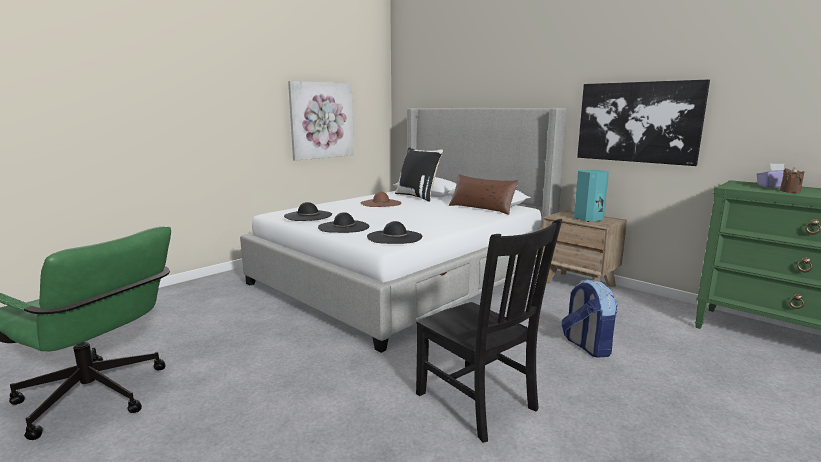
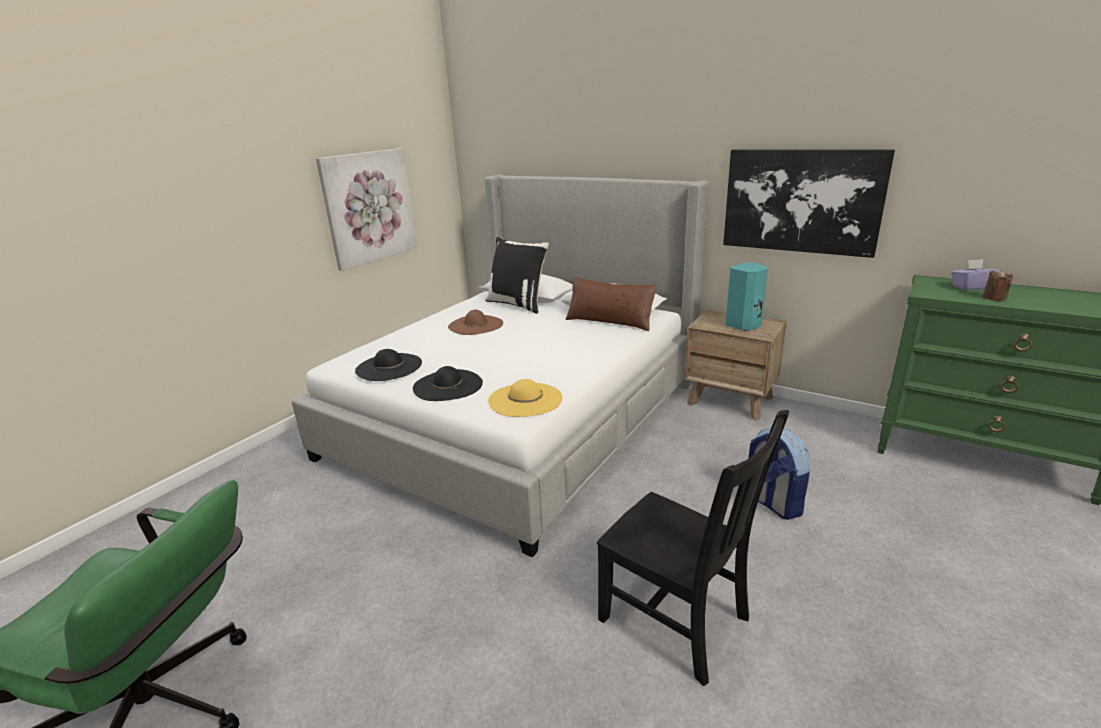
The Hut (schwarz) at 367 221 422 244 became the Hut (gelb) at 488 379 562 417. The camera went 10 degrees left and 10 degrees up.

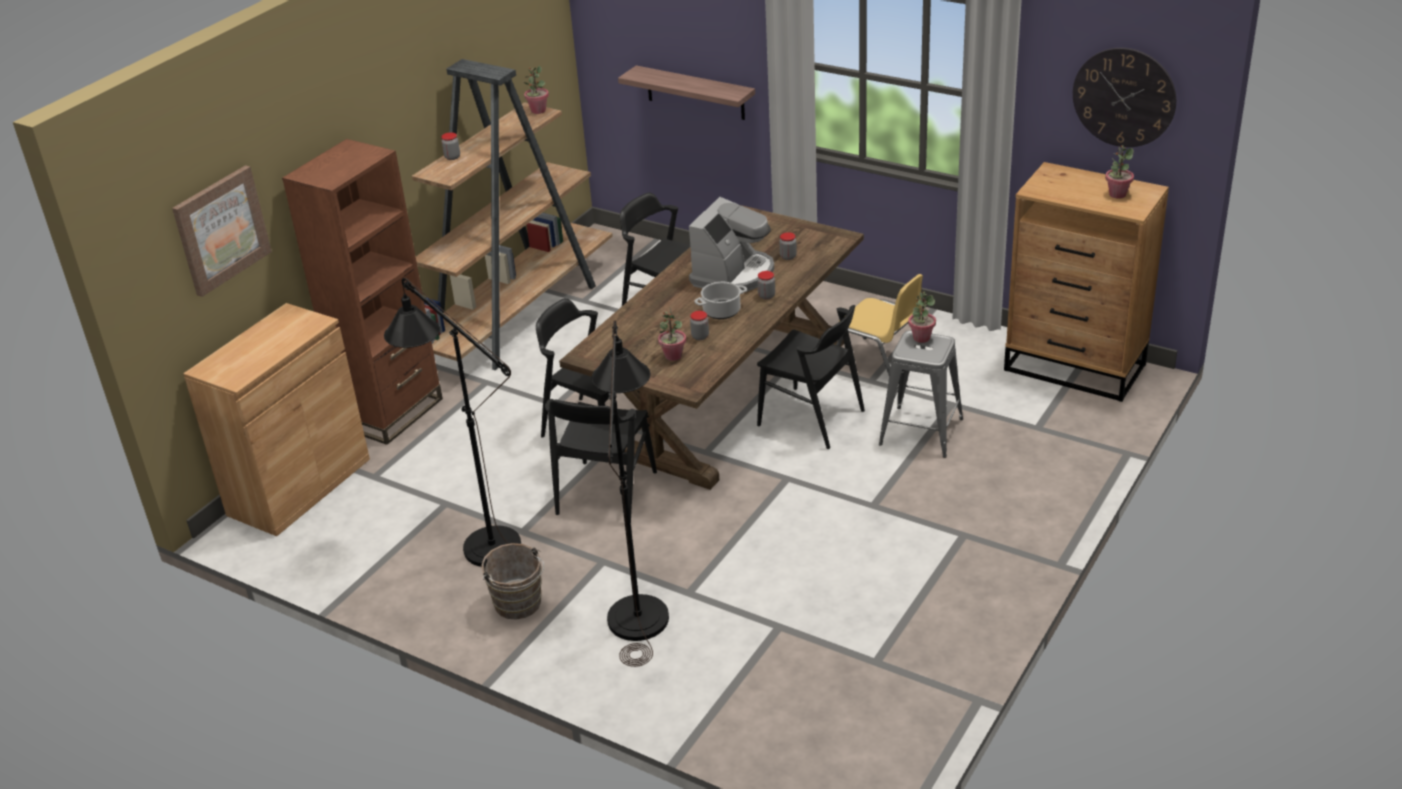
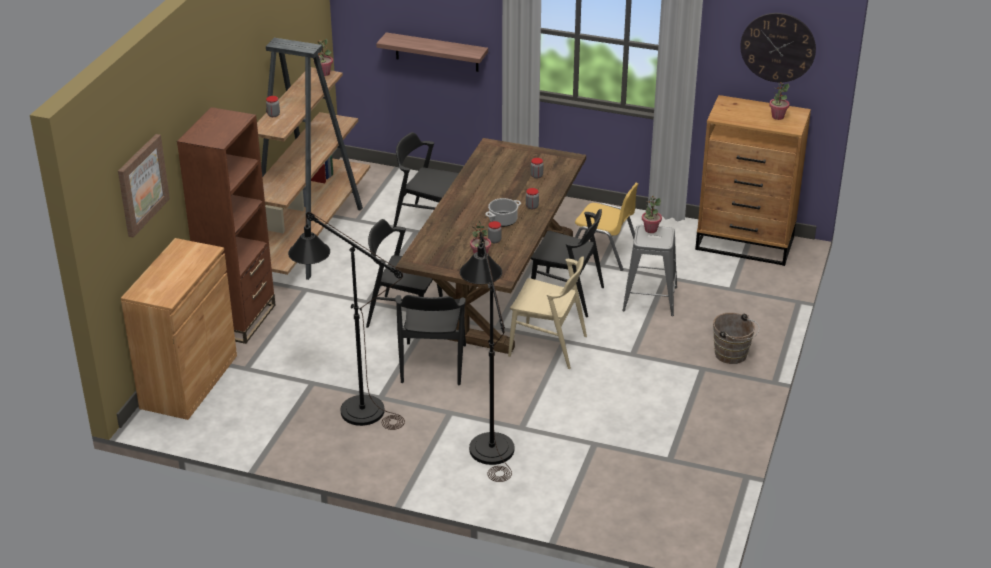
The Eimer (braun) moved from 481 543 544 619 to 713 313 760 364. The Kaffeemaschine at 689 197 774 292 disappeared. The Stuhl (beige) at 508 257 587 369 appeared. The camera went 15 degrees left and 0 degrees up.

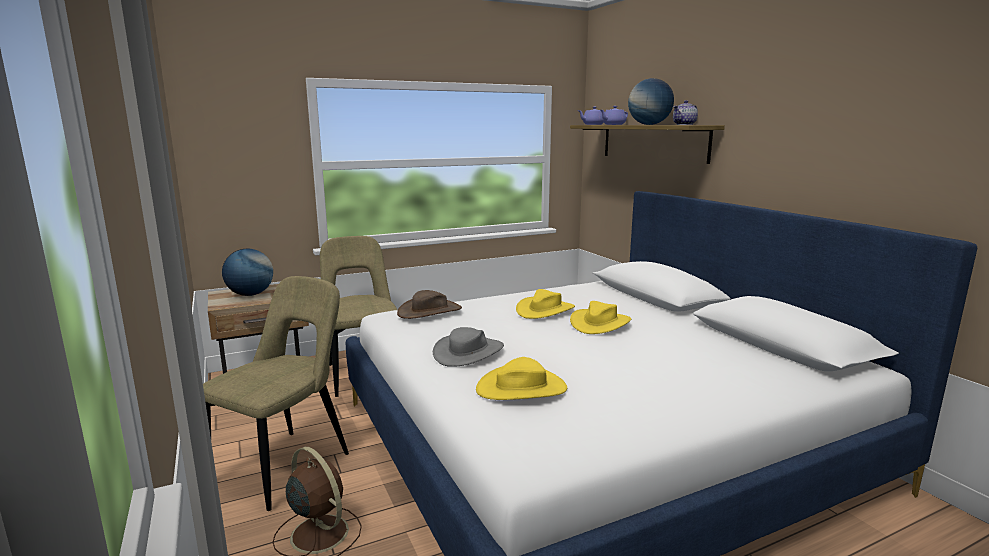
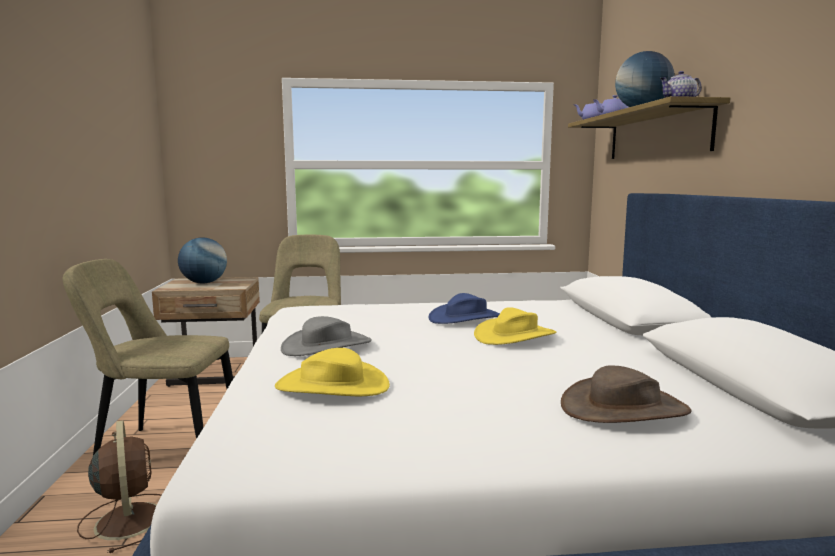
The Stuhl (beige) at 203 276 349 511 turned 135 degrees counterclockwise. The Hut (braun) moved from 397 290 462 319 to 561 366 692 423. The Hut (gelb) at 516 289 575 319 became the Hut (blau) at 428 293 500 324. The camera went 20 degrees right and 5 degrees down.

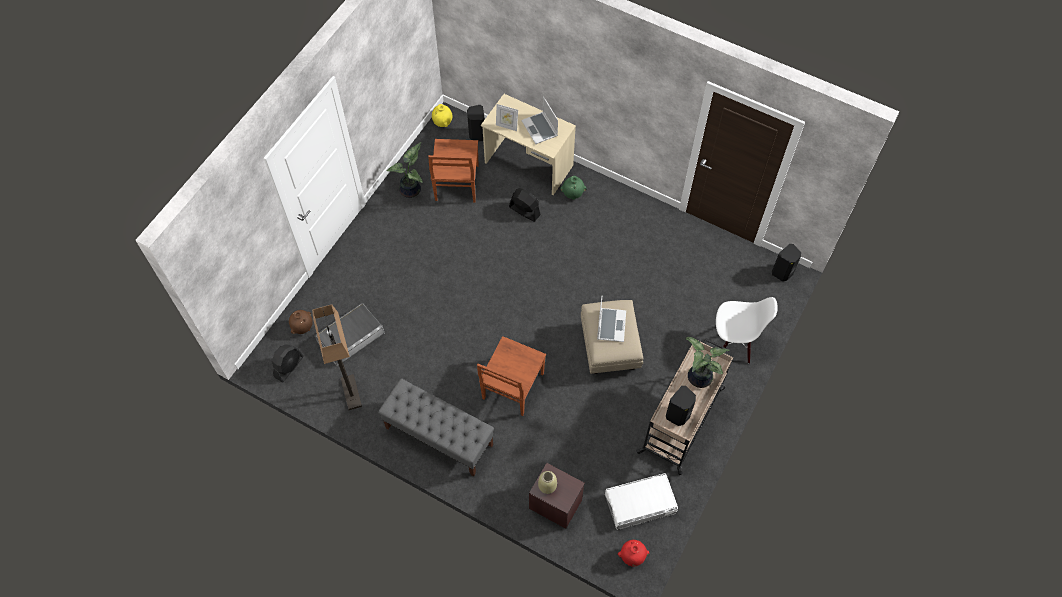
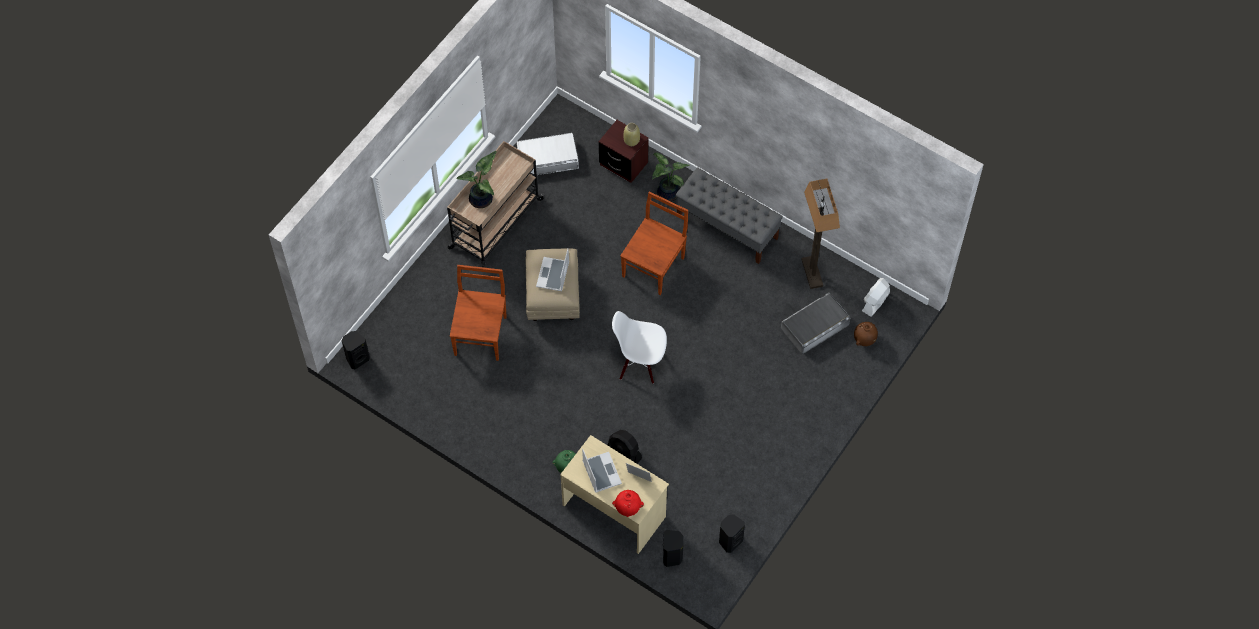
The Ventilator (schwarz) at 272 344 304 383 became the Ventilator (weiß) at 862 278 890 317. The Topfpflanze moved from 387 142 423 198 to 652 153 690 201. The Stuhl (braun) moved from 428 139 479 202 to 450 265 507 361. The Vase (gelb) at 432 104 452 127 disappeared. The Vase (rot) moved from 618 540 649 567 to 612 490 644 517. The Lautsprecher (schwarz) moved from 666 386 696 426 to 719 514 745 553. The Stuhl (weiß) moved from 716 297 778 363 to 612 311 667 384. The camera went 175 degrees left and 0 degrees up.

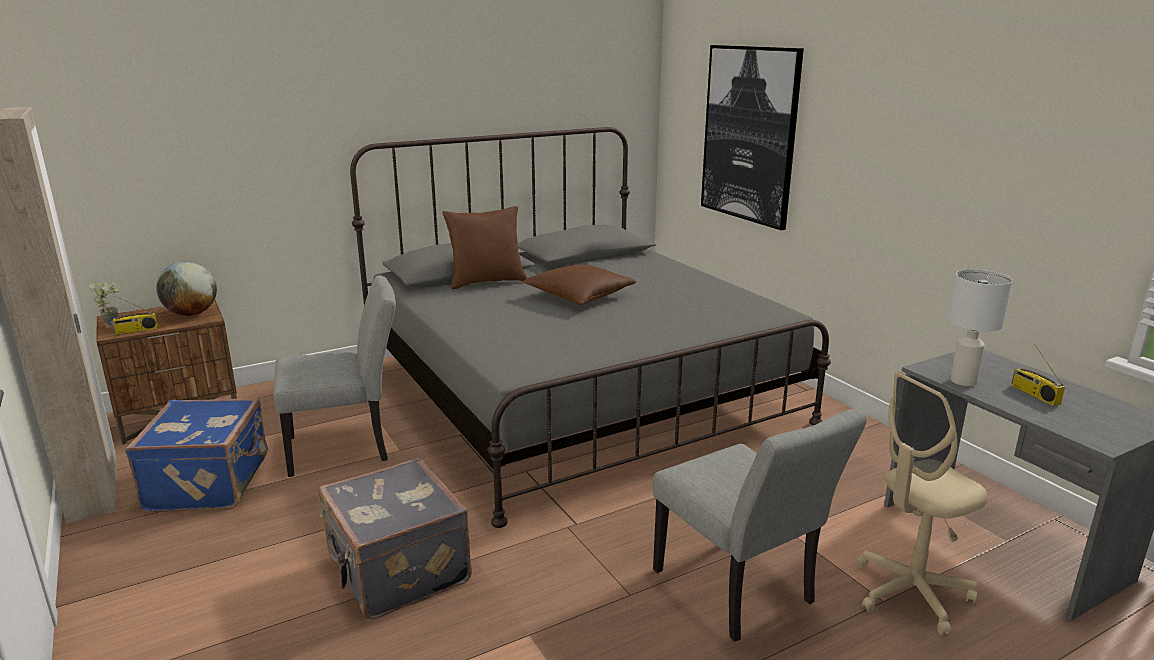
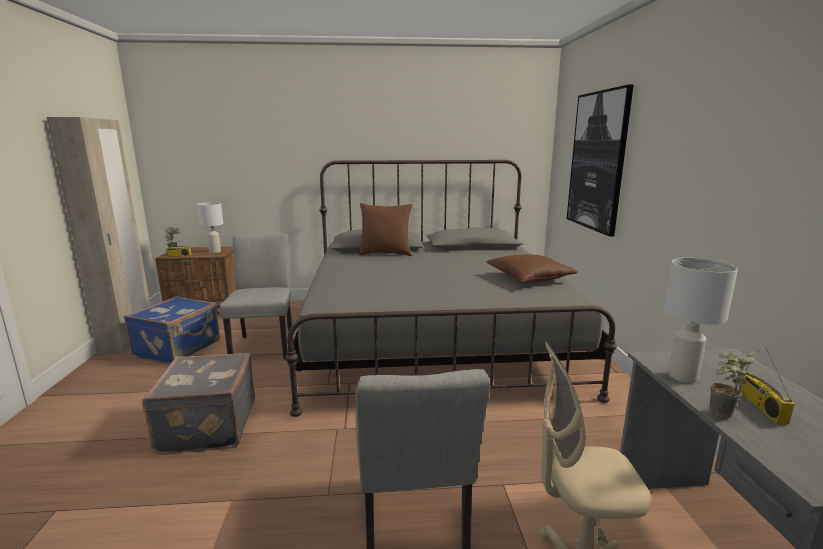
The Globus at 156 261 217 316 was replaced by the Tischlampe (weiß) at 197 202 224 253. The Stuhl (grau) at 274 275 396 477 turned 105 degrees counterclockwise. The Kissen (braun) moved from 523 265 636 305 to 486 254 578 283. The Topfpflanze at 709 350 759 419 appeared. The camera went 25 degrees right and 5 degrees down.

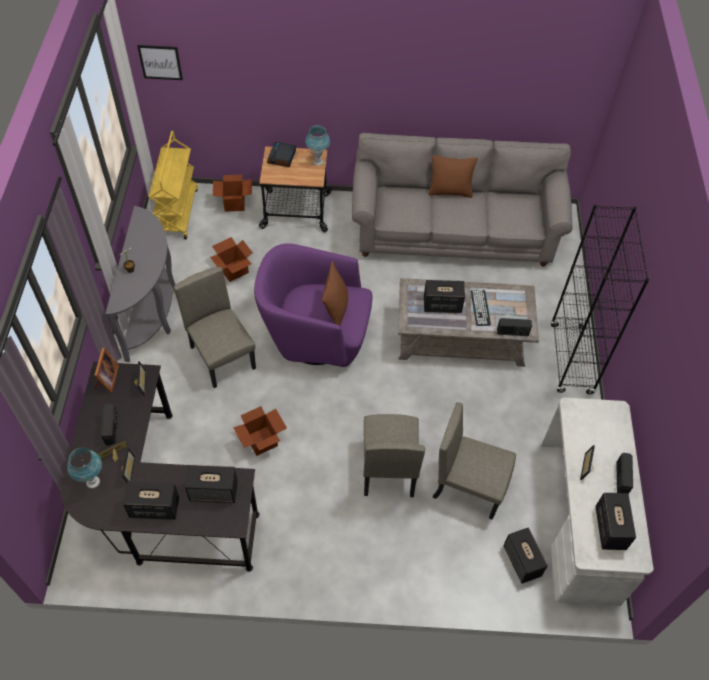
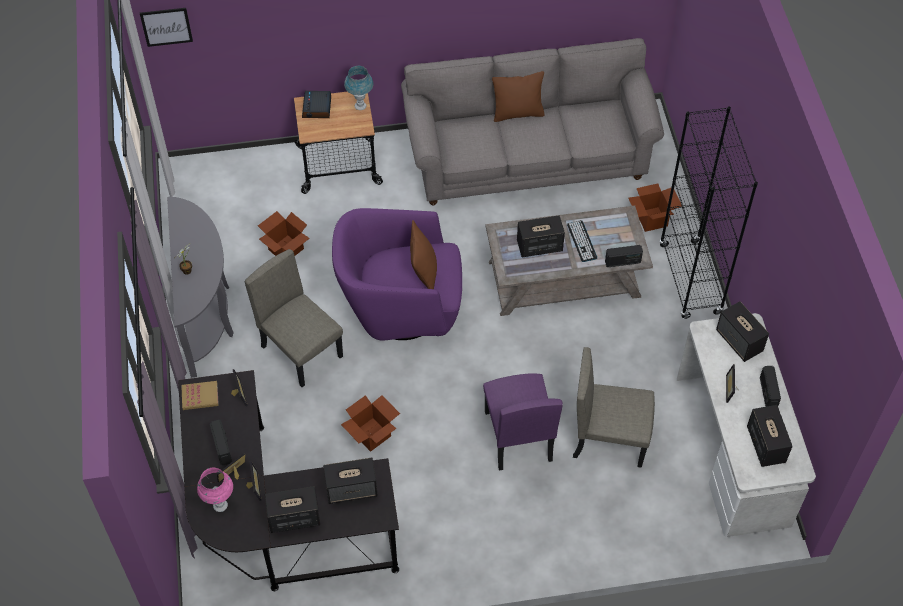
The Tischlampe (blau) at 67 448 102 488 became the Tischlampe (rosa) at 197 468 233 512. The Bilderrahmen at 94 348 119 393 was replaced by the Buch at 181 381 219 410. The Rollwagen (gelb) at 149 131 198 239 disappeared. The Karton moved from 213 175 252 212 to 628 183 682 232. The Stuhl (beige) at 363 414 425 497 became the Stuhl (lila) at 483 373 563 470. The Lautsprecher moved from 503 527 548 583 to 716 301 769 362. The camera went 10 degrees left and 0 degrees up.

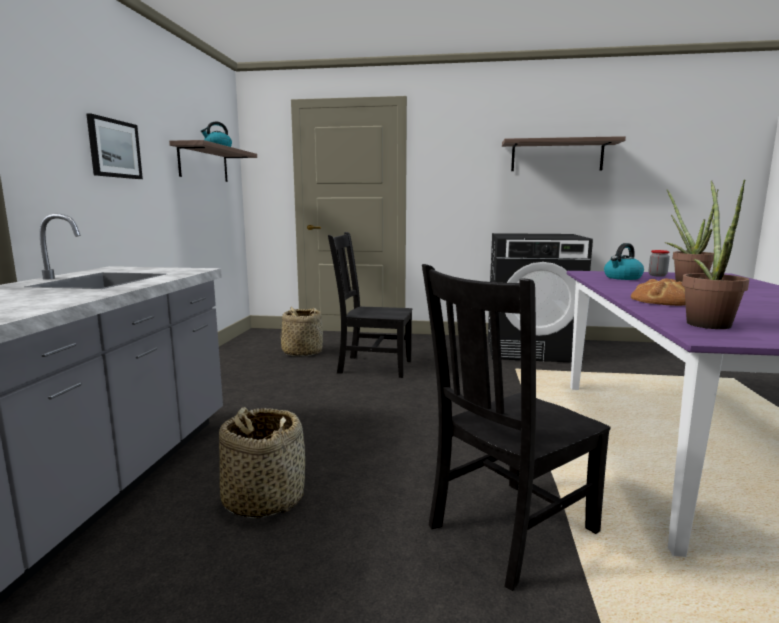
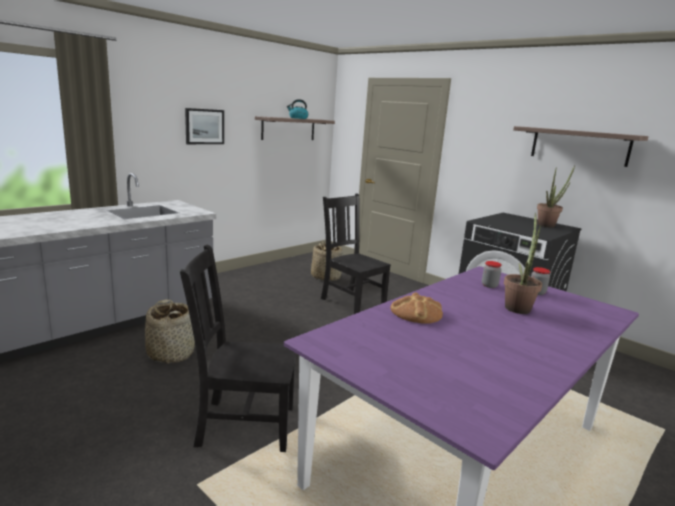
The Wasserkessel at 604 243 644 280 was replaced by the Vorratsglas at 482 261 502 288. The Topfpflanze moved from 682 179 749 329 to 537 166 575 228. The camera went 35 degrees right and 5 degrees up.

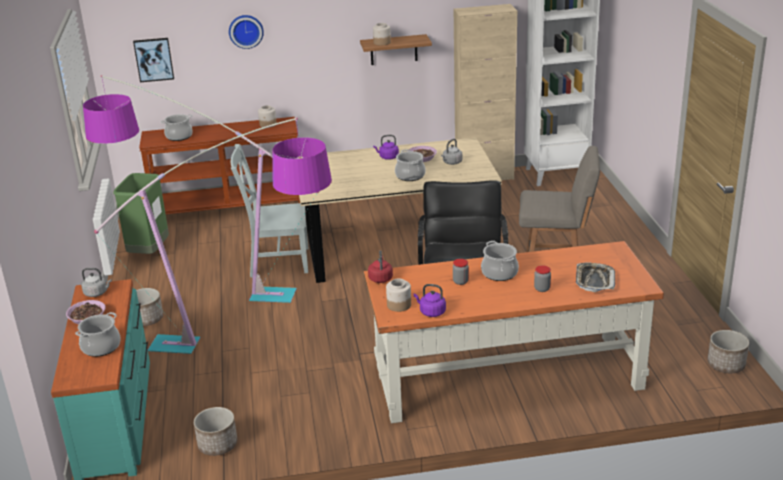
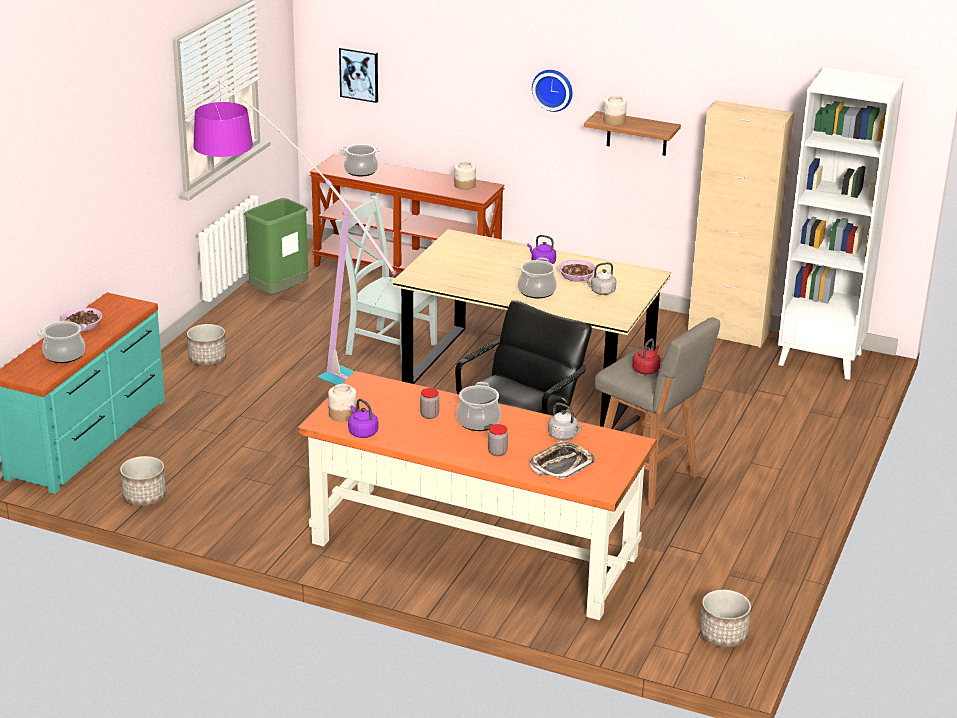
The Wasserkessel (grau) moved from 81 268 112 297 to 548 403 583 440. The Stehlampe at 94 118 332 354 disappeared. The Wanduhr moved from 229 15 264 49 to 532 70 573 112. The Wasserkessel (rot) moved from 368 250 393 283 to 632 339 660 374. The camera went 30 degrees right and 0 degrees up.

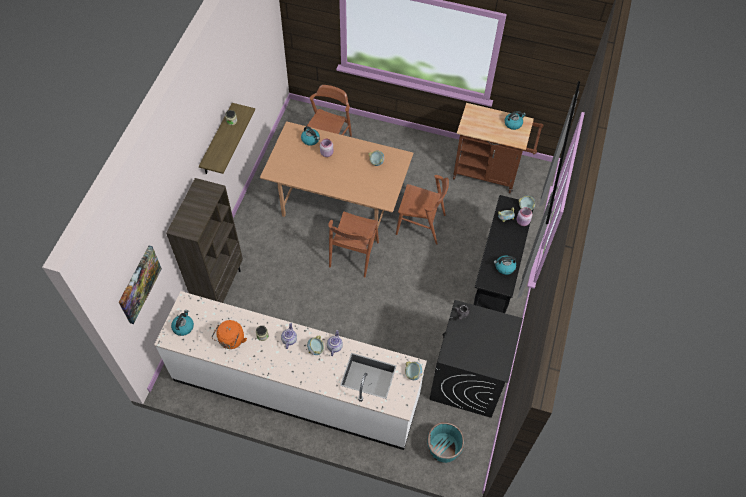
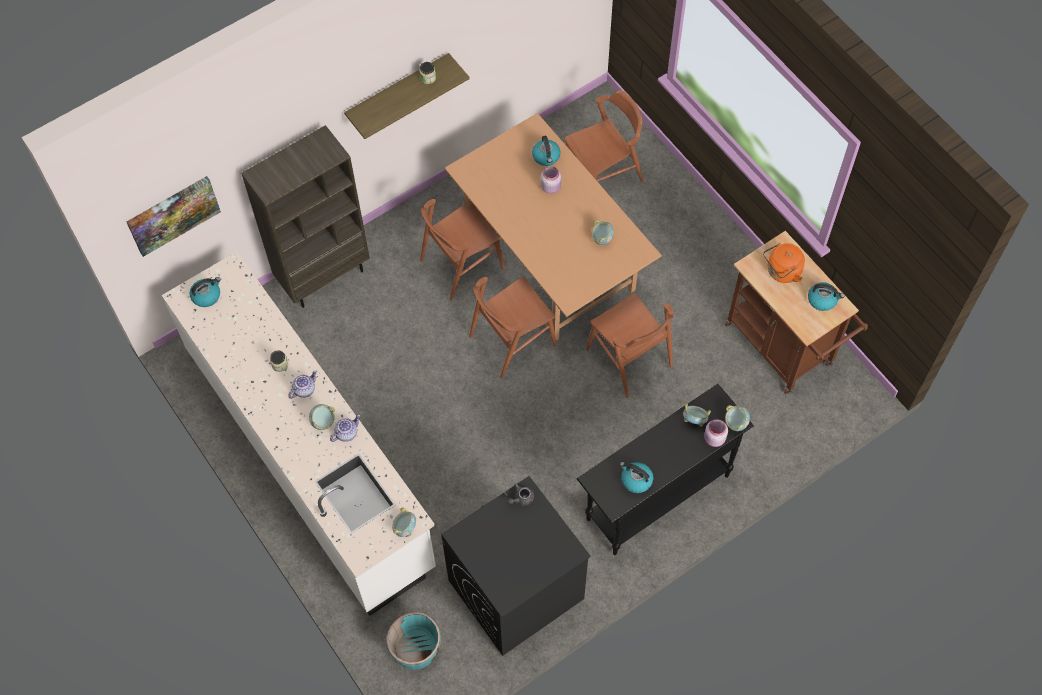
The Wasserkessel (orange) moved from 212 320 247 349 to 763 243 805 283. The Stuhl (braun) at 420 199 505 301 appeared. The camera went 40 degrees right and 5 degrees up.

